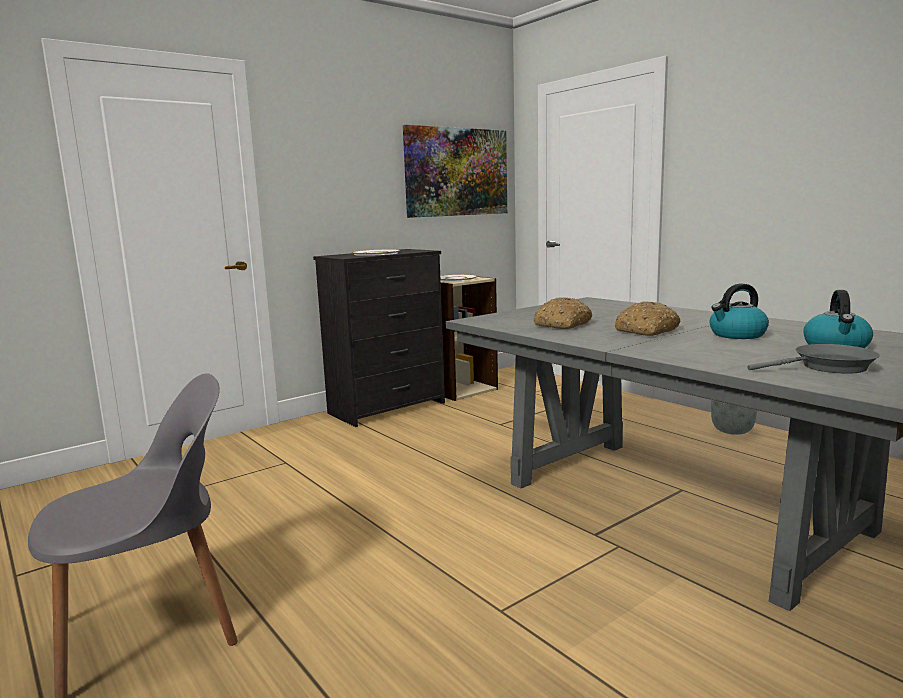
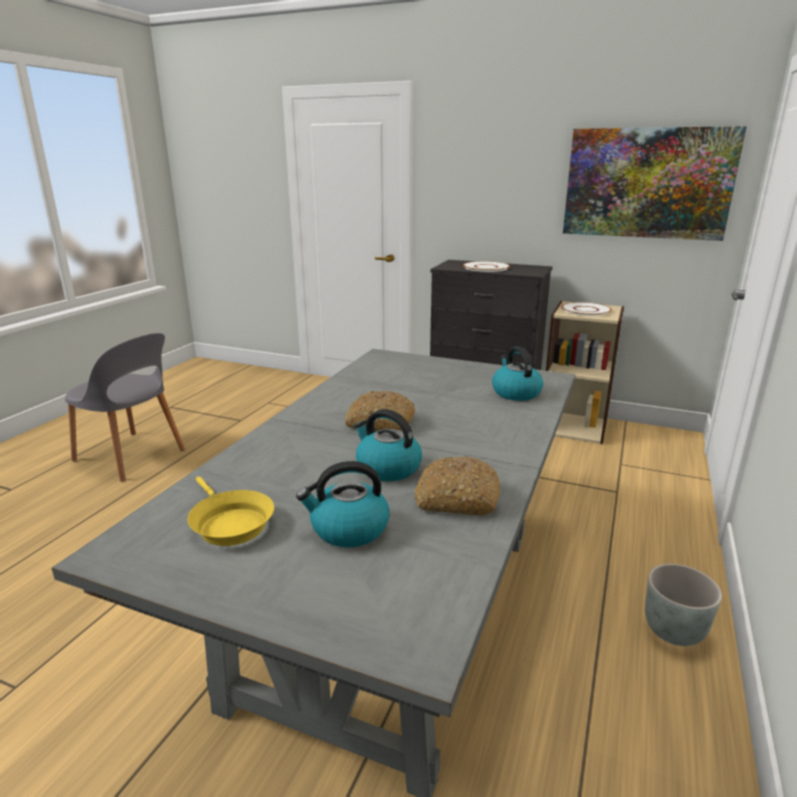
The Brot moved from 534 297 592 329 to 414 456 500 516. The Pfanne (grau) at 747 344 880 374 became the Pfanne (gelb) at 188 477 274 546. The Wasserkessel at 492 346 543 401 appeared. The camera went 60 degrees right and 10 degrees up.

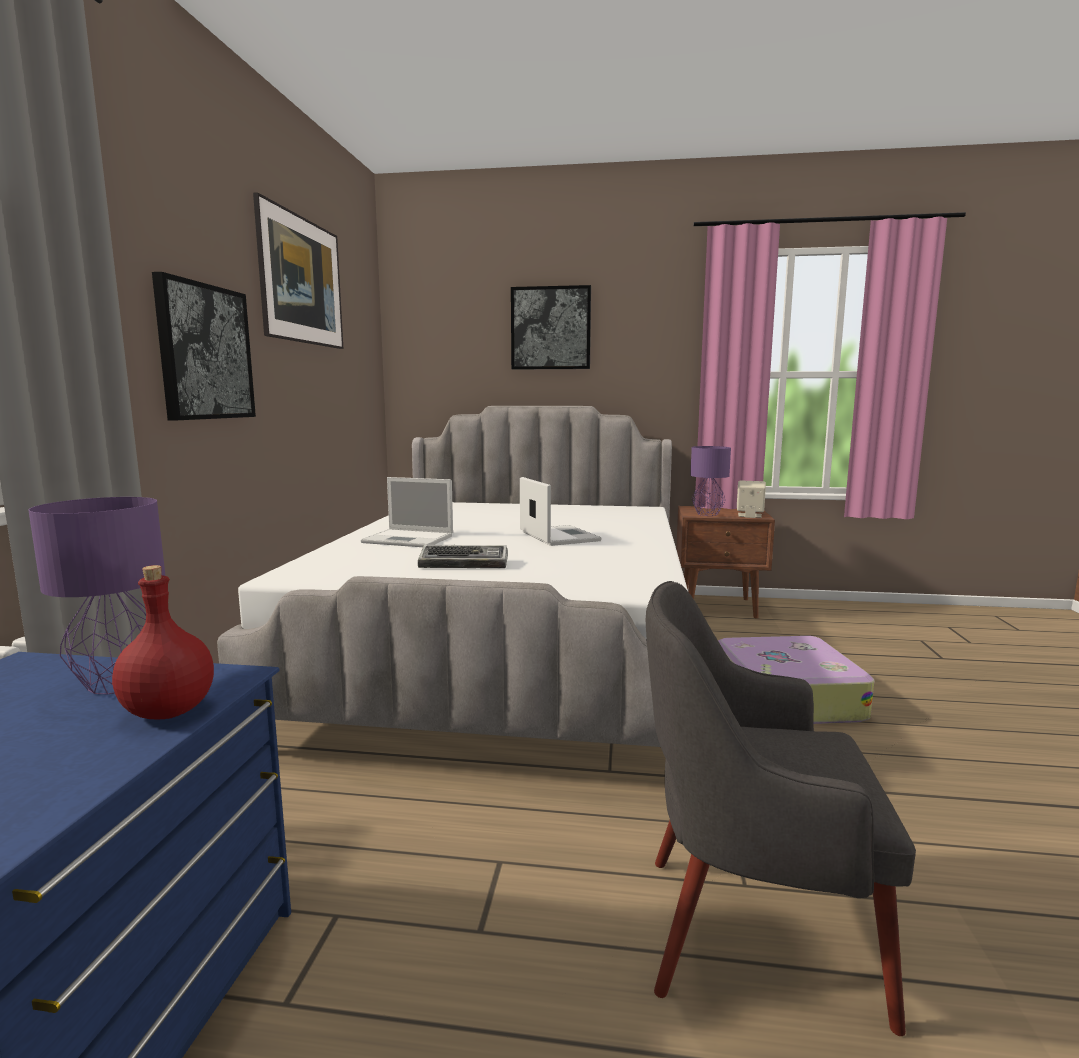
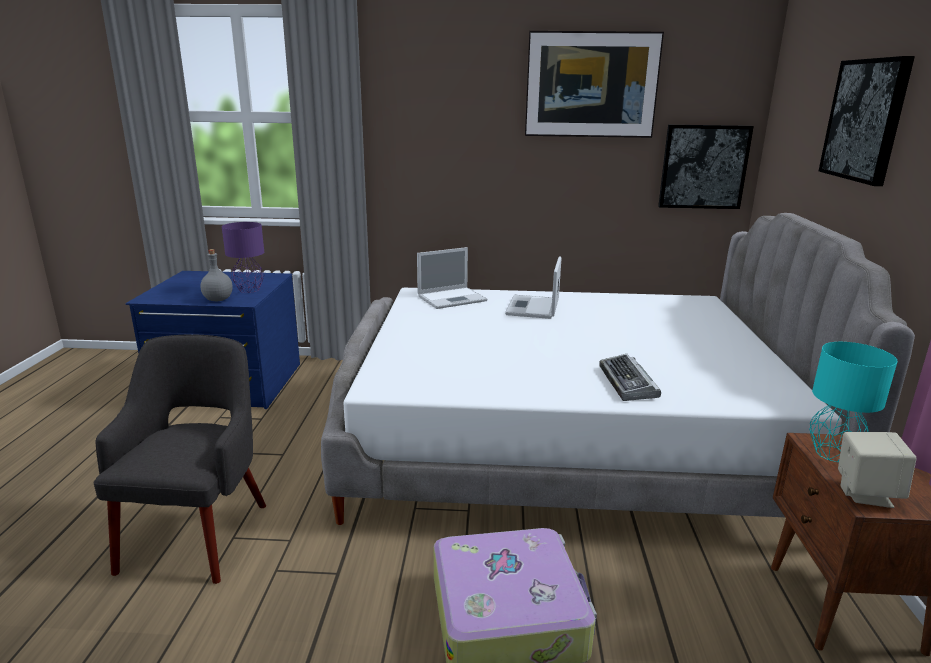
The Flasche (rot) at 112 565 214 719 became the Flasche (grau) at 201 249 233 301. The Bild moved from 152 272 256 420 to 658 125 754 209. The Tastatur moved from 418 545 508 568 to 599 354 661 401. The Laptop moved from 520 477 601 546 to 417 247 487 309. The Tischlampe (lila) at 690 446 731 516 became the Tischlampe (türkis) at 809 342 898 462. The camera went 85 degrees right and 10 degrees up.

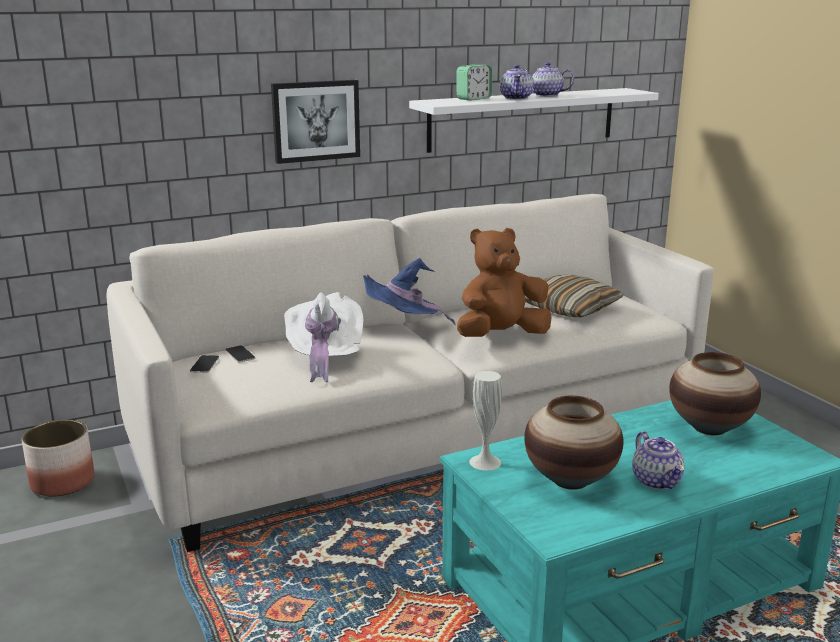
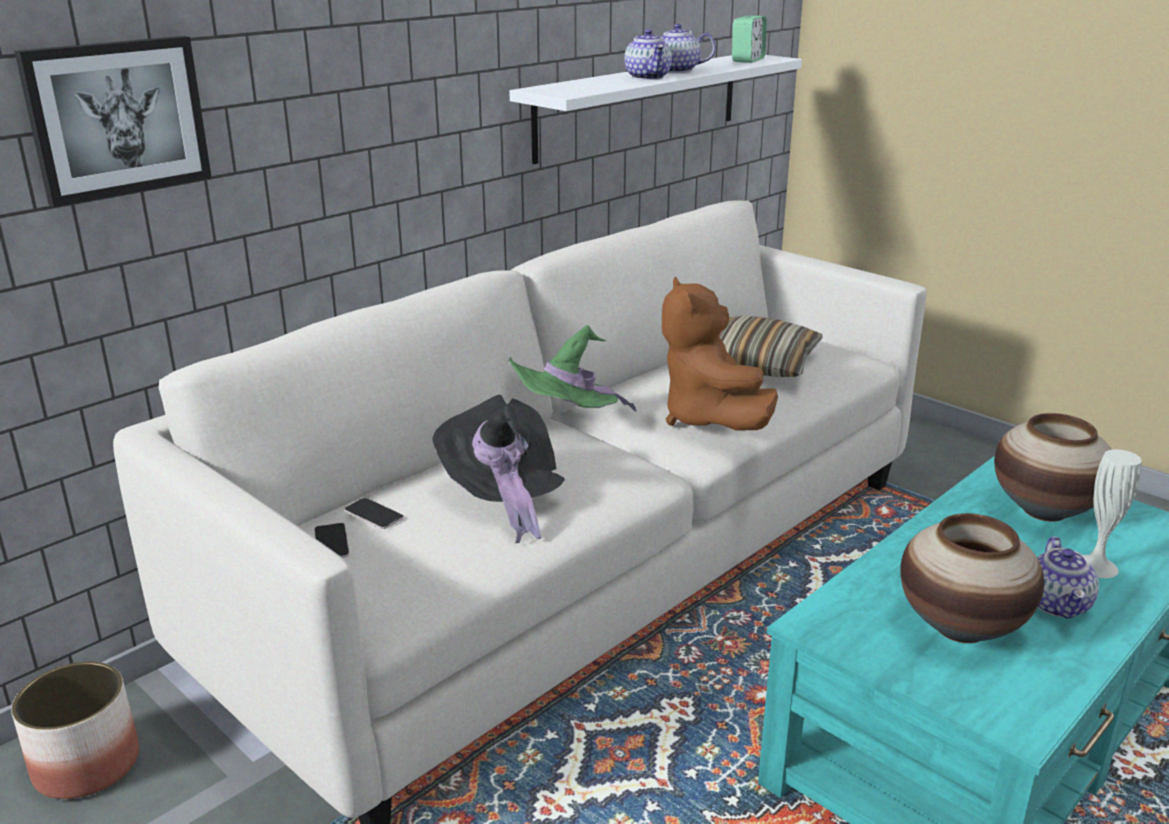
The Bild moved from 271 80 360 164 to 14 36 212 207. The Hut (weiß) at 284 292 363 382 became the Hut (schwarz) at 432 395 565 543. The Hut (blau) at 363 258 456 326 became the Hut (grün) at 508 325 637 412. The Wecker moved from 456 65 492 101 to 732 16 767 63. The Plüschtier (braun) at 457 228 551 337 turned 60 degrees counterclockwise. The Vase (weiß) moved from 469 371 502 470 to 1083 449 1142 578. The Teekanne at 632 431 685 490 turned 45 degrees clockwise. The camera went 20 degrees left and 5 degrees up.

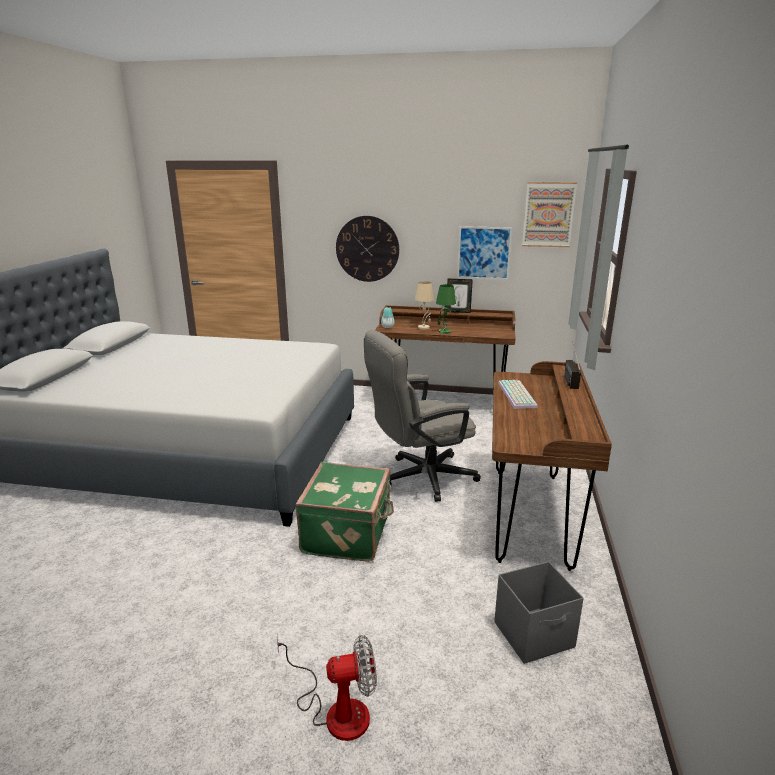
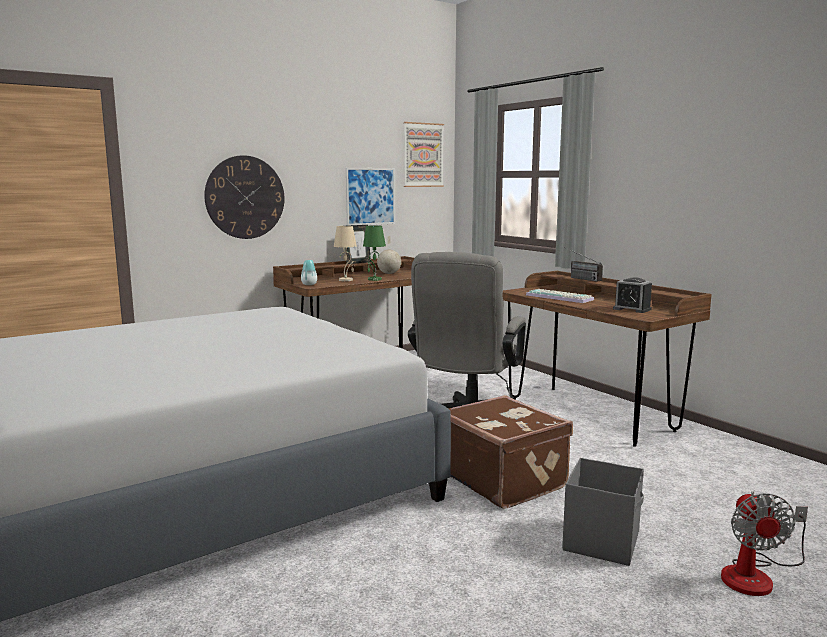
The Ventilator at 277 635 377 741 turned 150 degrees clockwise. The Koffer (grün) at 295 462 394 562 became the Koffer (braun) at 448 395 573 509. The Aufbewahrungsbox (grau) moved from 494 561 584 664 to 562 458 644 566. The Globus at 377 236 401 274 appeared. The Wecker at 613 277 652 313 appeared. The camera went 45 degrees left and 10 degrees down.

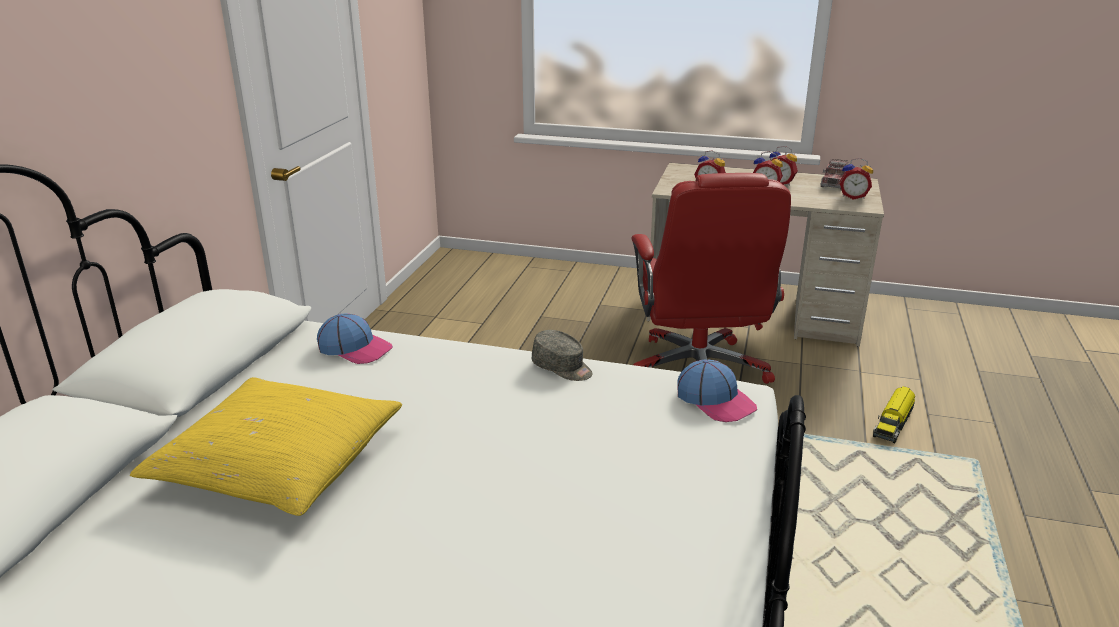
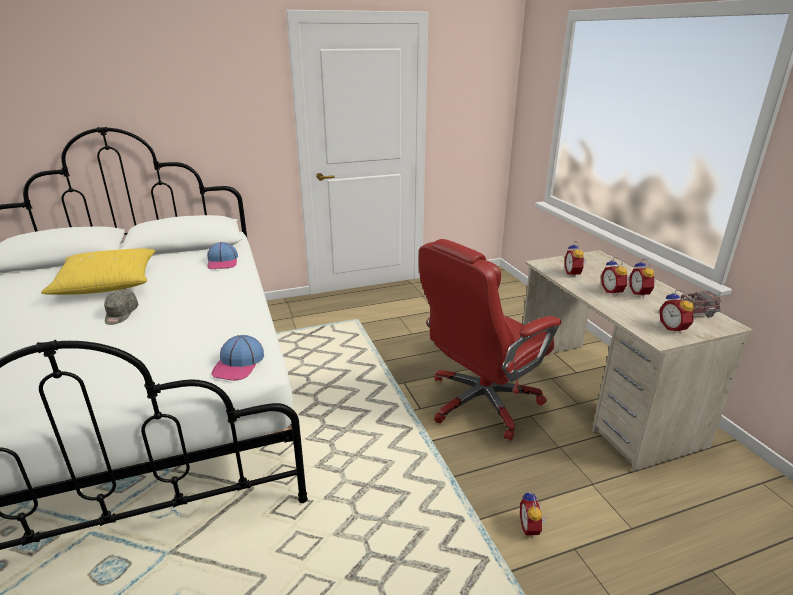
The Kappe (grau) moved from 532 330 593 381 to 104 289 138 325. The Spielzeuglaster at 873 386 915 443 was replaced by the Wecker at 520 491 546 538. The camera went 55 degrees right and 0 degrees up.

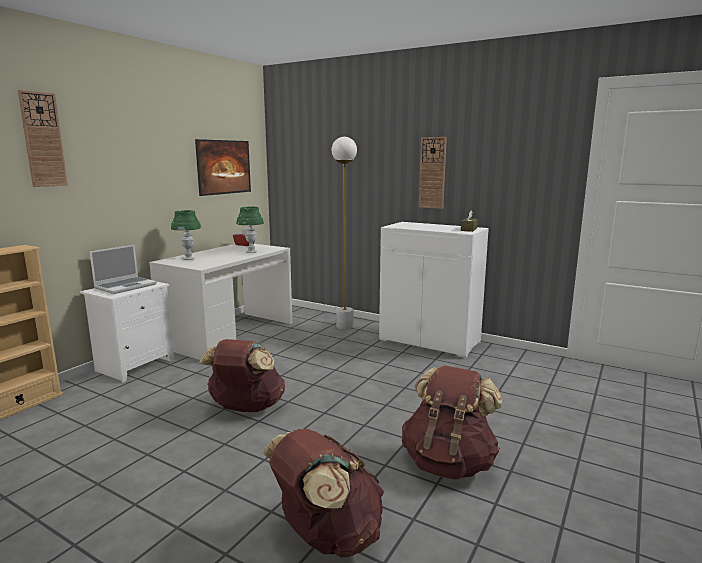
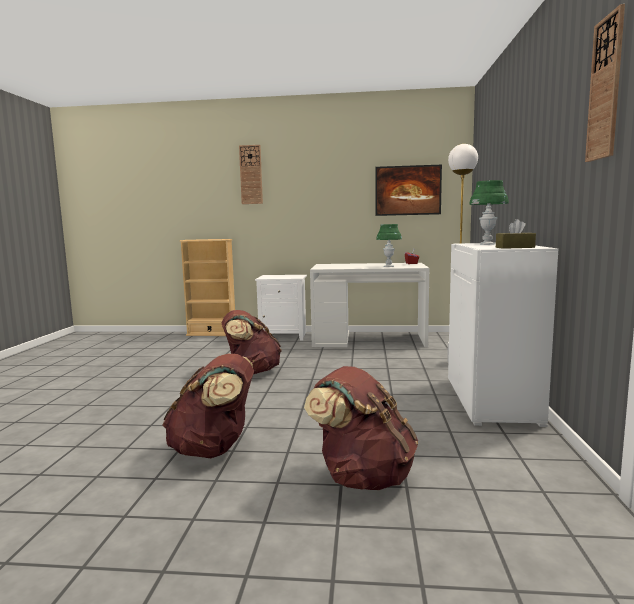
The Laptop at 90 245 157 294 disappeared. The Tischlampe (grün) moved from 171 210 201 260 to 469 180 509 245. The Rucksack (braun) moved from 262 429 384 557 to 304 366 418 490. The Wanduhr moved from 419 137 447 209 to 585 4 625 162. The camera went 65 degrees right and 5 degrees down.

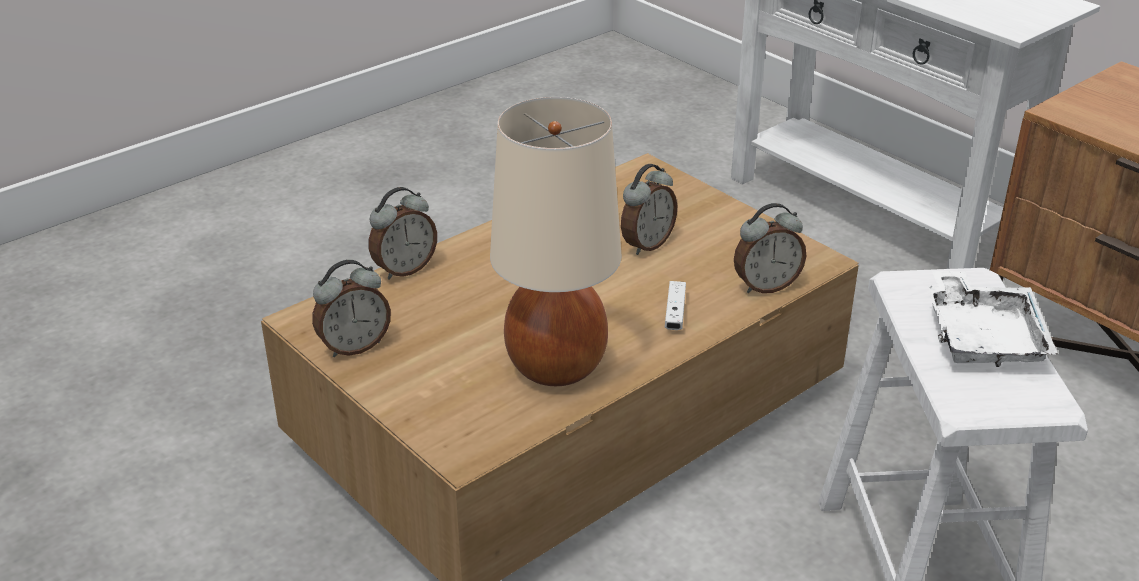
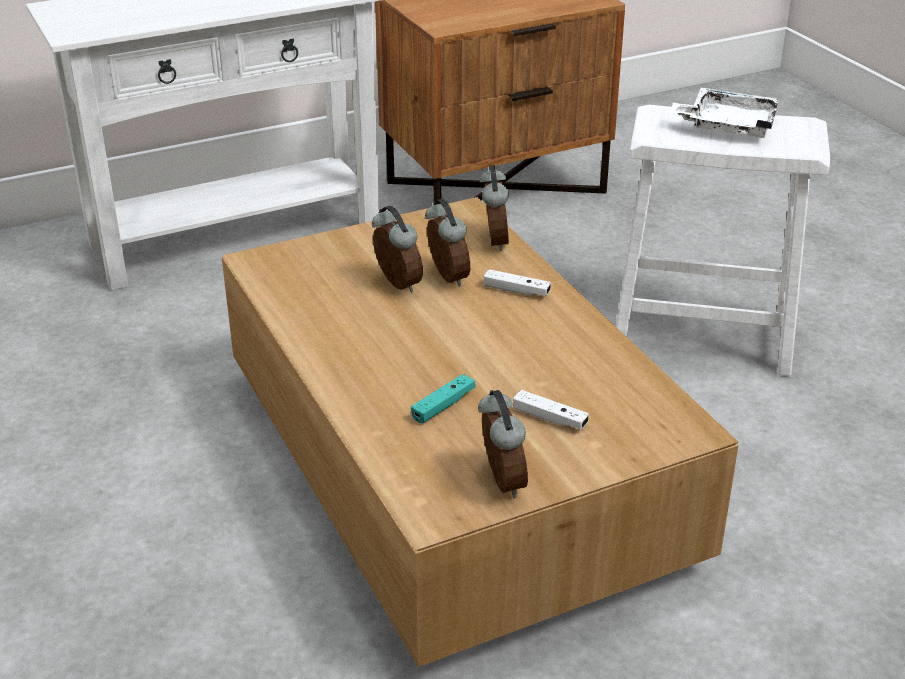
The Wecker moved from 369 187 437 280 to 425 199 470 287. The Tischlampe (beige) at 490 97 621 386 disappeared. The Gamepad (türkis) at 411 374 475 424 appeared. The Gamepad (weiß) at 513 390 589 429 appeared. The camera went 75 degrees left and 0 degrees up.

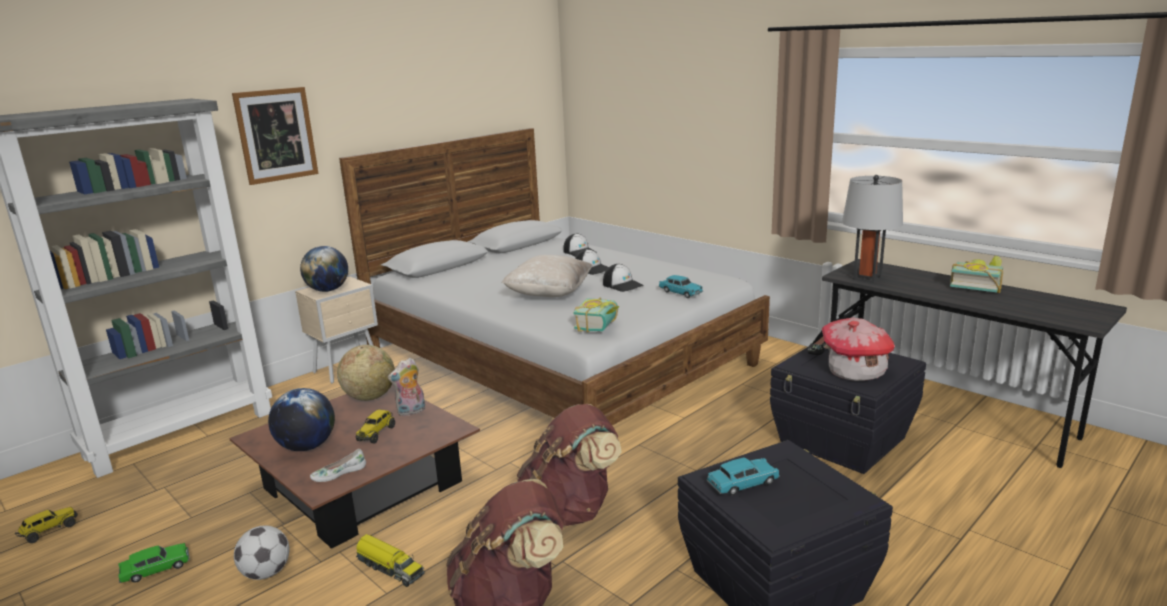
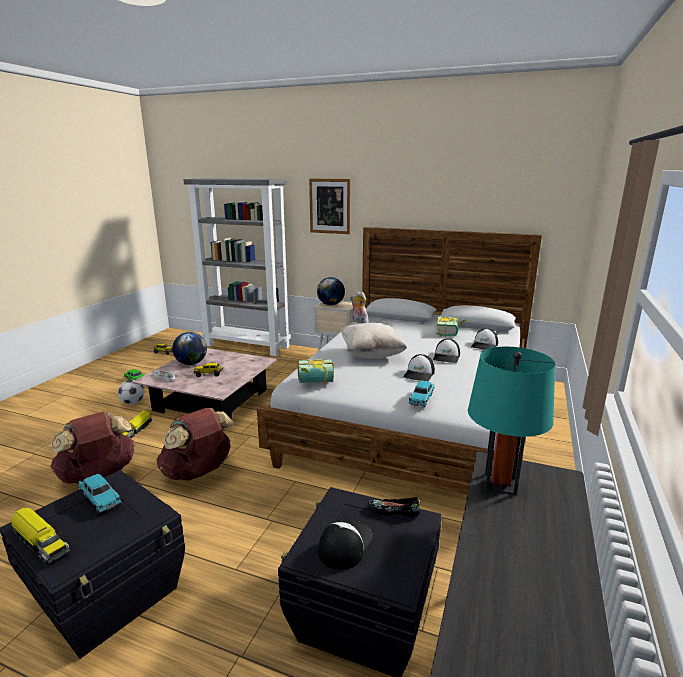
The Couchtisch (braun) at 229 383 480 548 became the Couchtisch (rosa) at 132 348 277 419. The Globus at 337 345 395 401 disappeared. The Plüschtier moved from 388 358 425 416 to 350 291 368 323. The Spielzeughaus at 822 318 895 381 was replaced by the Kappe at 318 520 373 570. The Tischlampe (grau) at 842 175 903 283 became the Tischlampe (türkis) at 468 346 555 495. The Buch moved from 950 256 1003 293 to 436 316 466 337. The Spielzeuglaster at 11 507 70 566 appeared. The camera went 65 degrees right and 0 degrees up.

